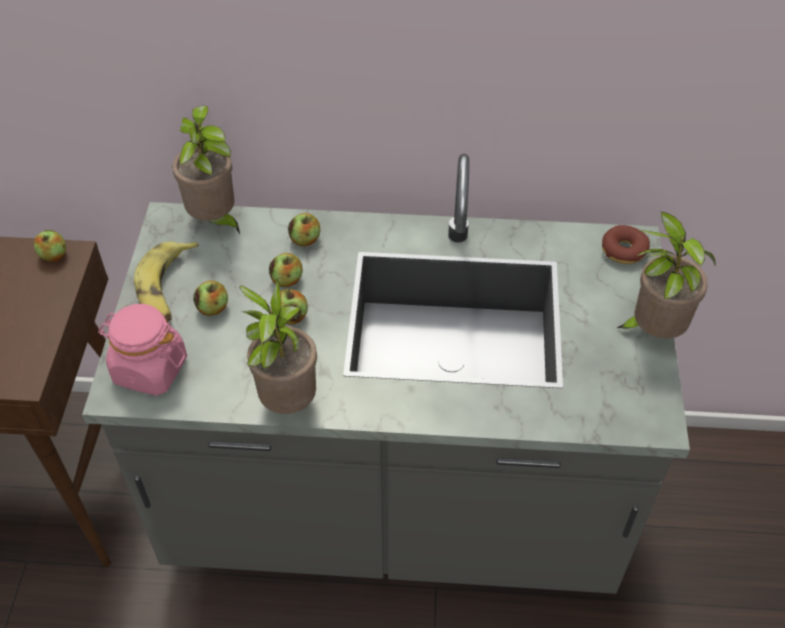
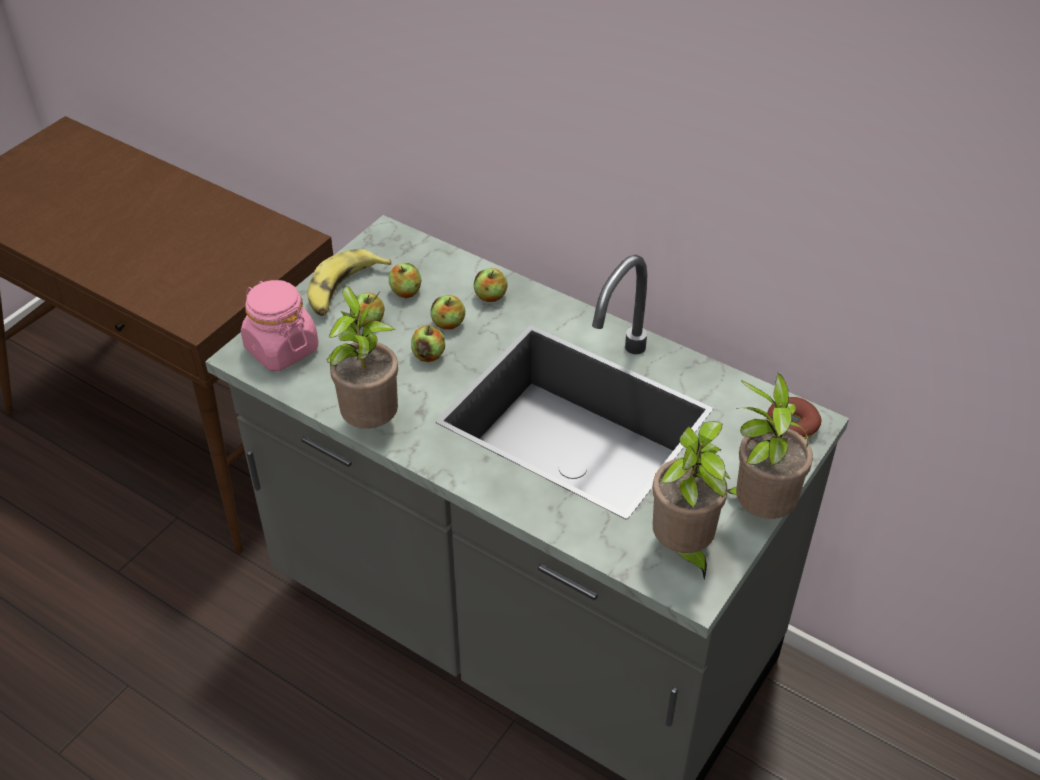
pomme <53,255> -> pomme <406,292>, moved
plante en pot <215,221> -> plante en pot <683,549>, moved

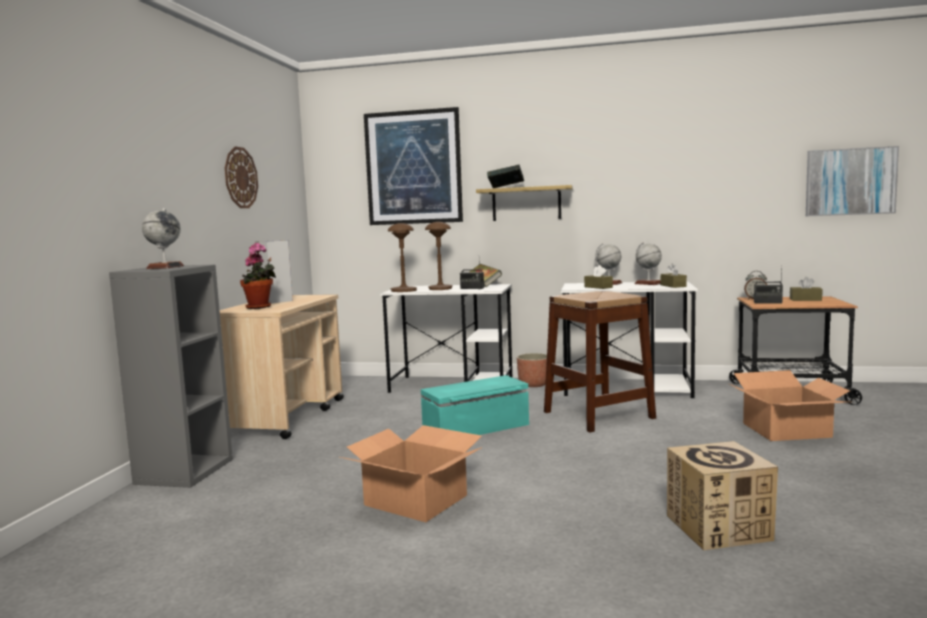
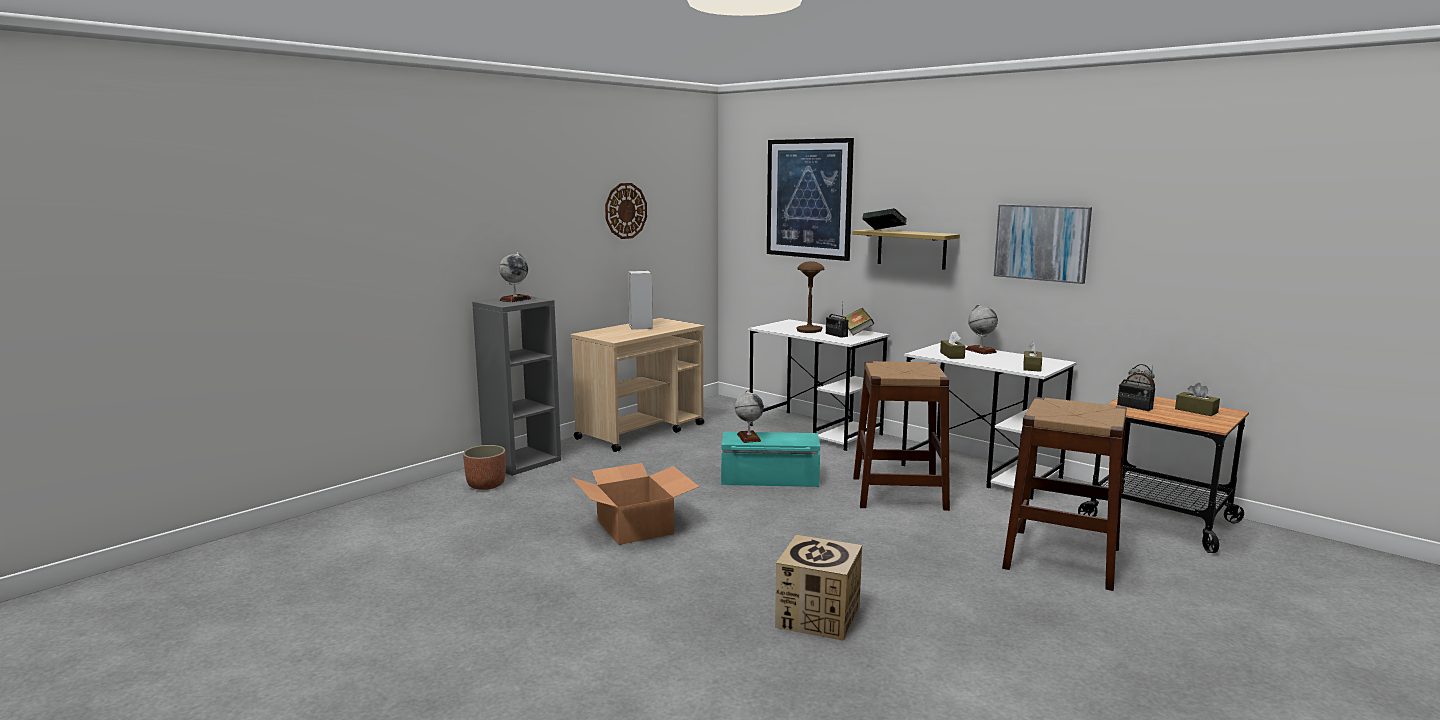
plante en pot <260,307> -> none
lampe de table/marron <403,290> -> none
cache-pot <533,384> -> cache-pot <486,485>, moved
globe <648,283> -> globe <748,438>, moved
carton <787,430> -> tabouret/marron <1062,558>
tableau <850,182> -> tableau <1041,242>, moved

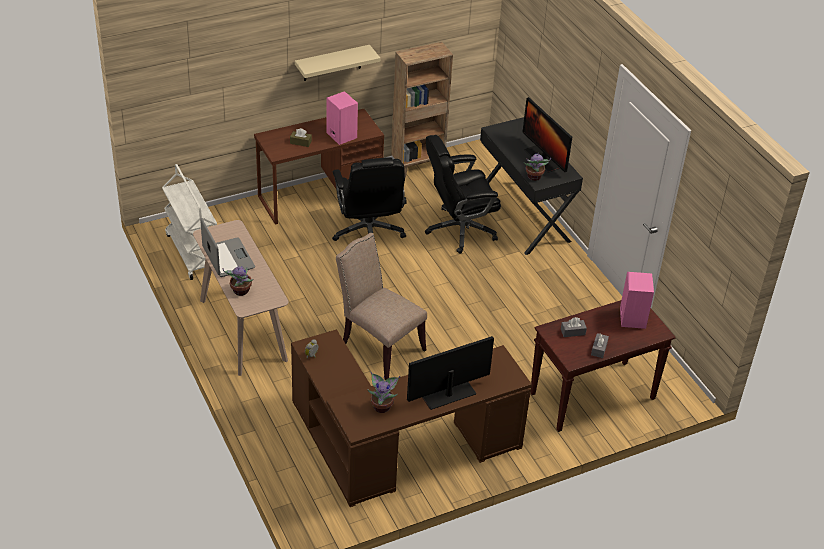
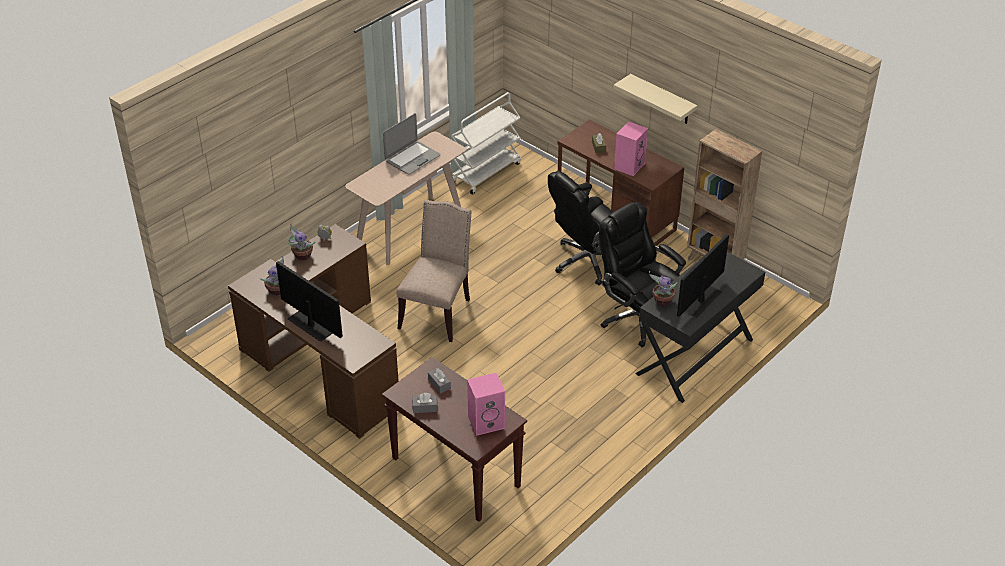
plante en pot <240,291> -> plante en pot <301,256>, moved

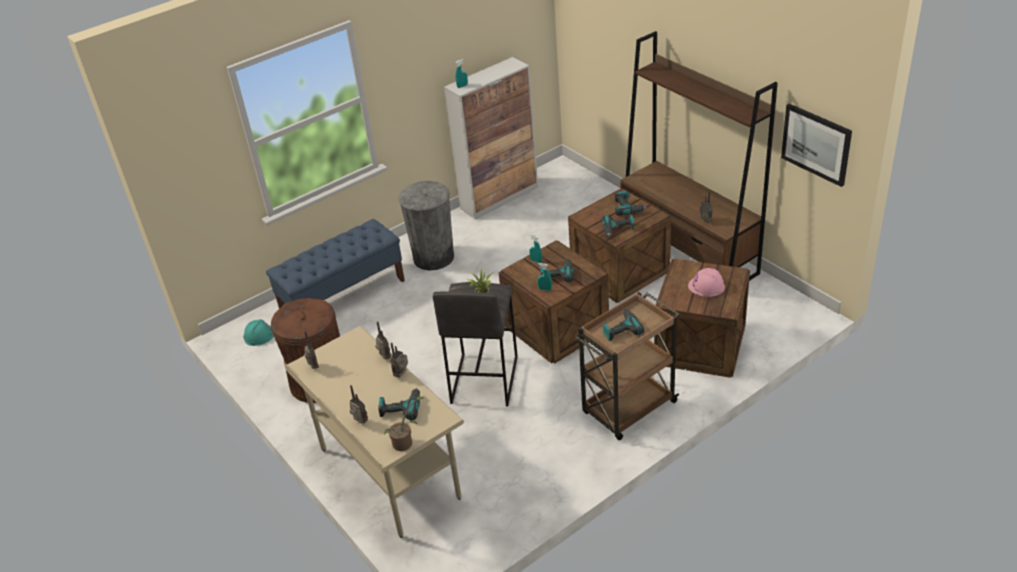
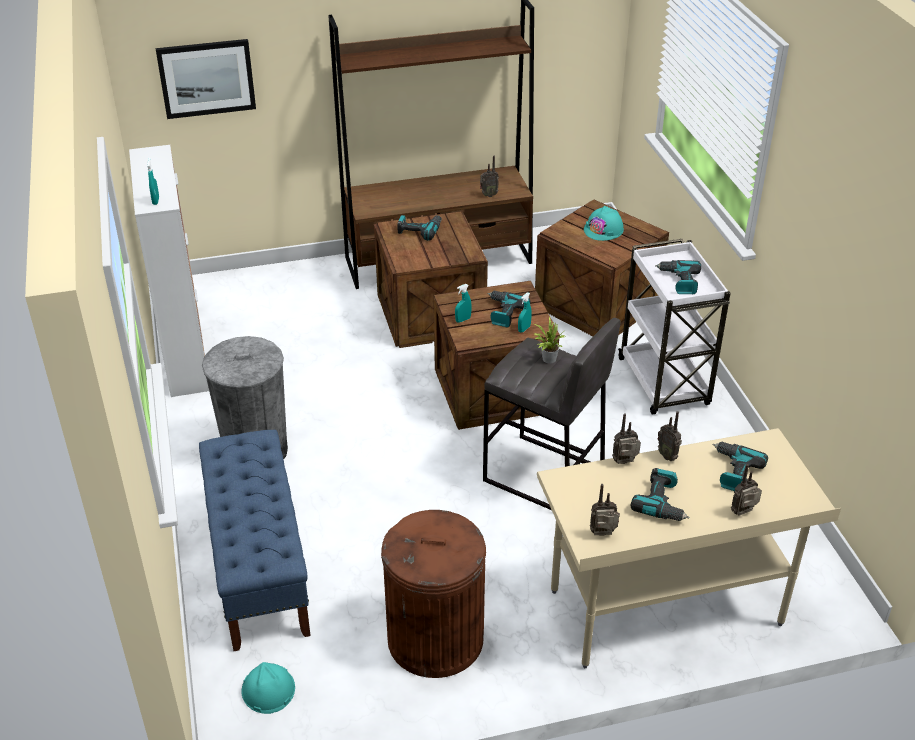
plante en pot <405,442> -> none
chariot/marron <628,409> -> chariot/blanc <664,383>
perceuse <618,230> -> perceuse <662,503>, moved
casque de chantier/rose <706,286> -> casque de chantier/turquoise <603,229>
tableau <816,144> -> tableau <206,78>, moved

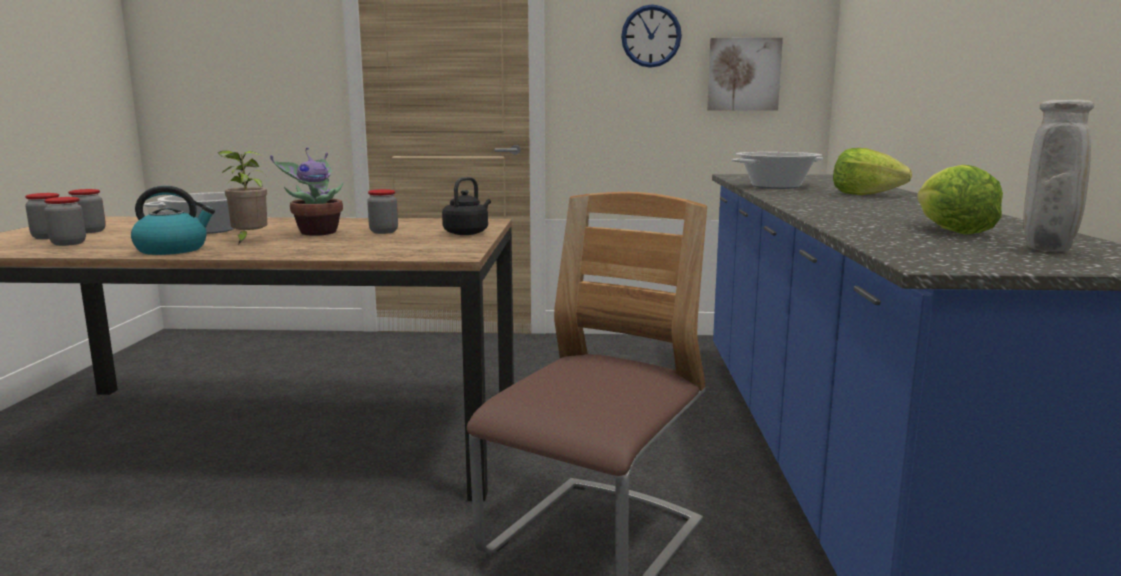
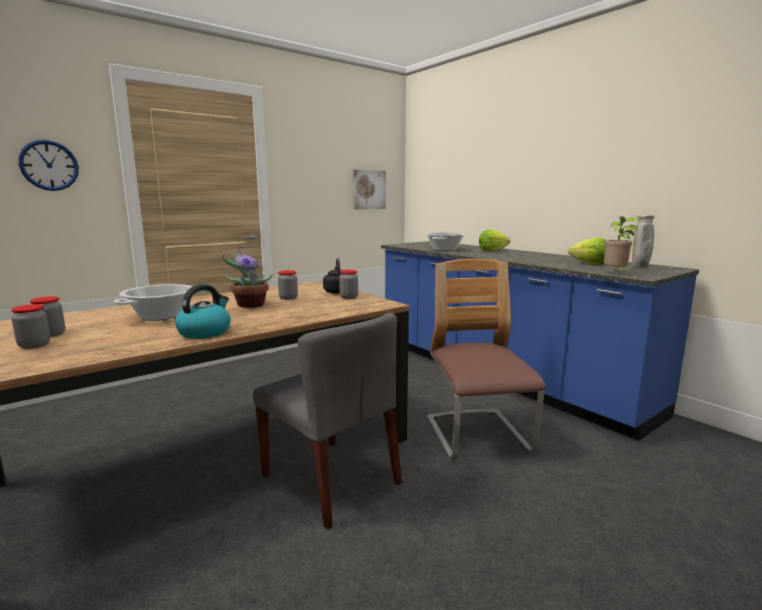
bocal <68,243> -> bocal <348,297>, moved
plante en pot <249,241> -> plante en pot <616,273>, moved
horloge murale <651,36> -> horloge murale <49,165>, moved
none -> chaise/gris <332,479>

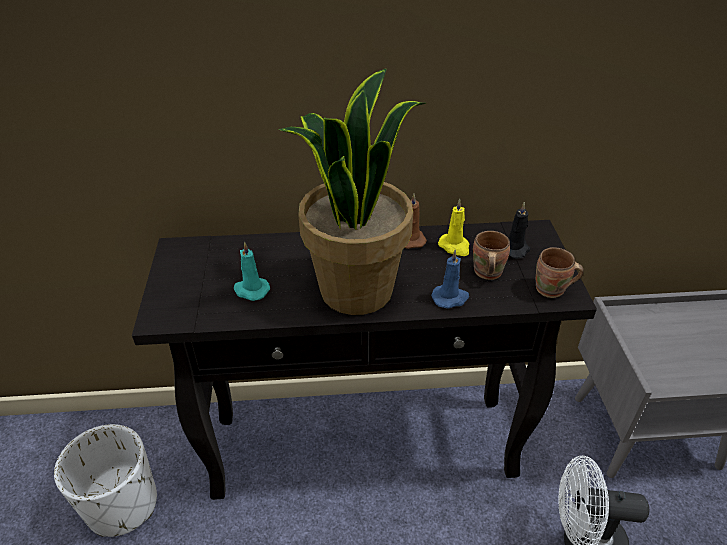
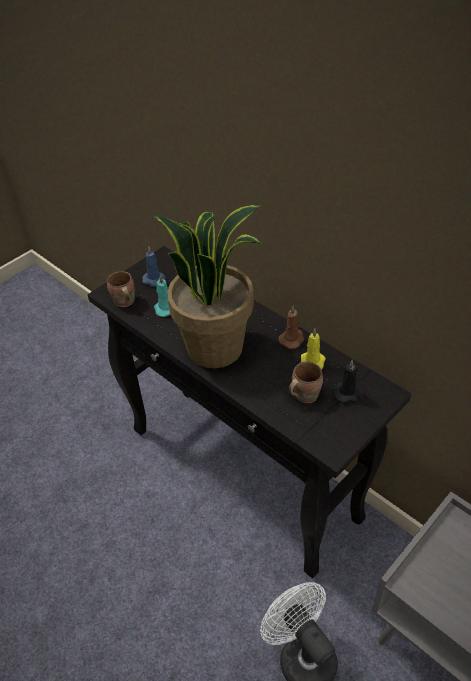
cache-pot/blanc <122,504> -> none
bougie/bleu <450,298> -> bougie/bleu <155,280>, moved
mug/marron <551,290> -> mug/marron <123,302>, moved

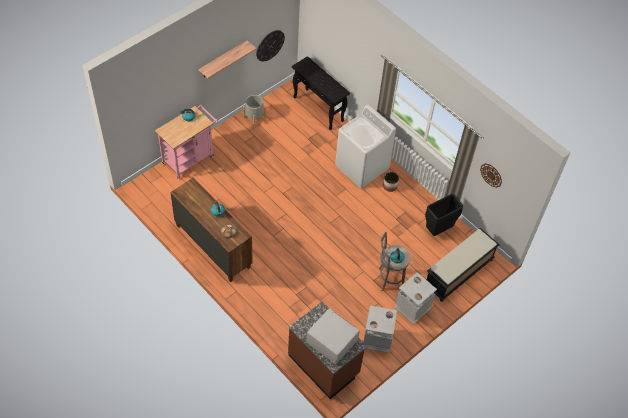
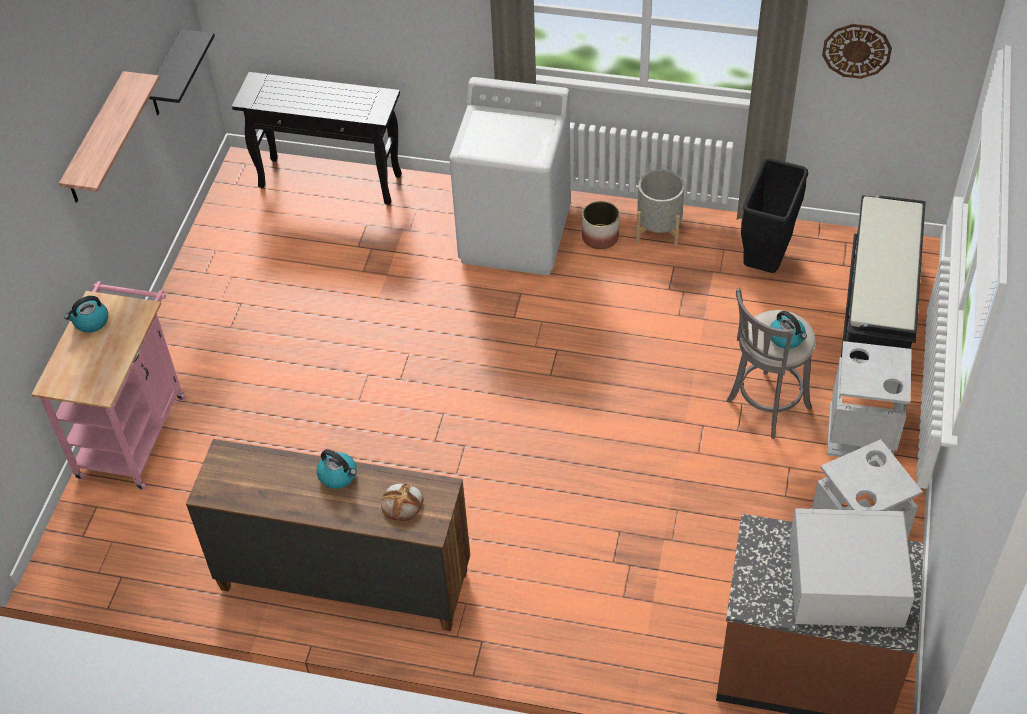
cache-pot/gris <254,117> -> cache-pot/gris <658,229>, moved
horloge murale <270,45> -> étagère/noir <166,76>

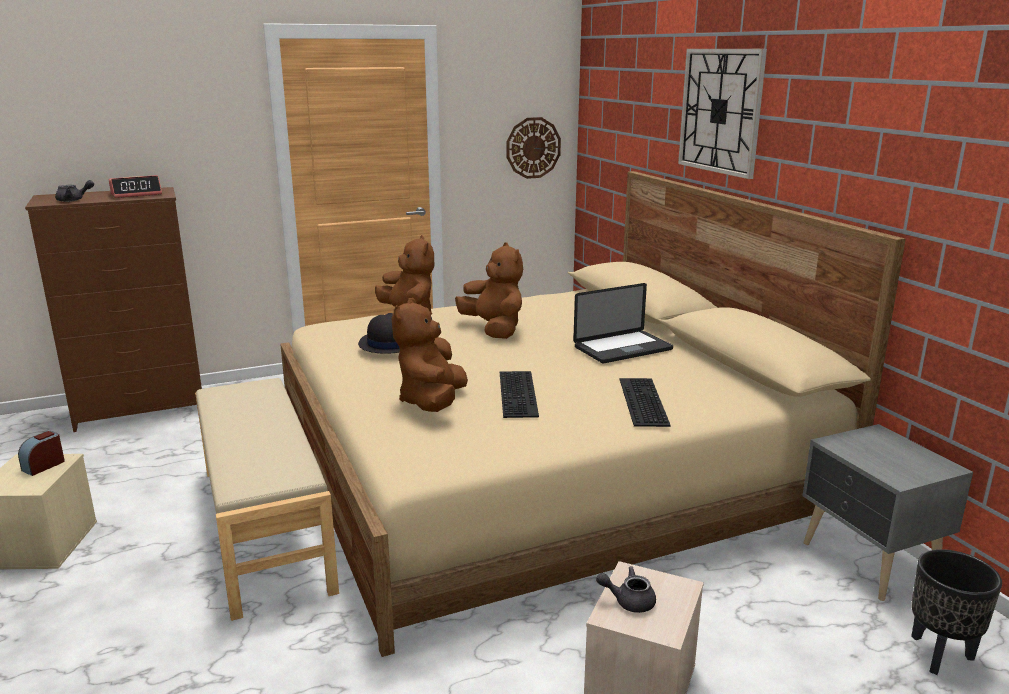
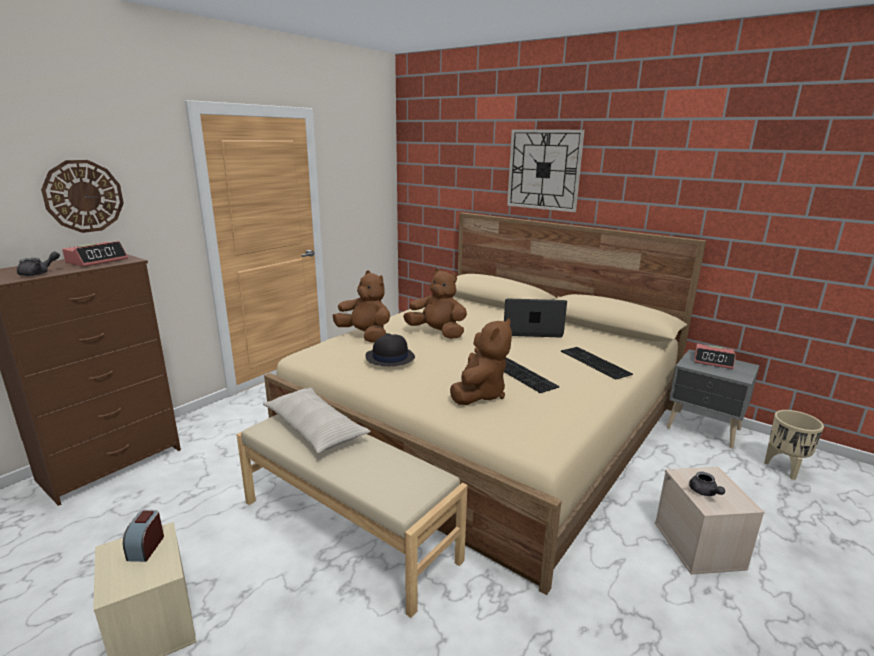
peluche/marron <432,402> -> peluche/marron <479,394>, 135 degrees counterclockwise
horloge murale <533,148> -> horloge murale <84,196>, moved
ordinateur portable <623,348> -> ordinateur portable <531,331>, 120 degrees counterclockwise
théière/gris <628,601> -> théière/gris <704,492>, 75 degrees counterclockwise
cache-pot/noir <940,655> -> cache-pot/beige <784,469>
none -> coussin/beige <315,429>
none -> réveil <713,361>

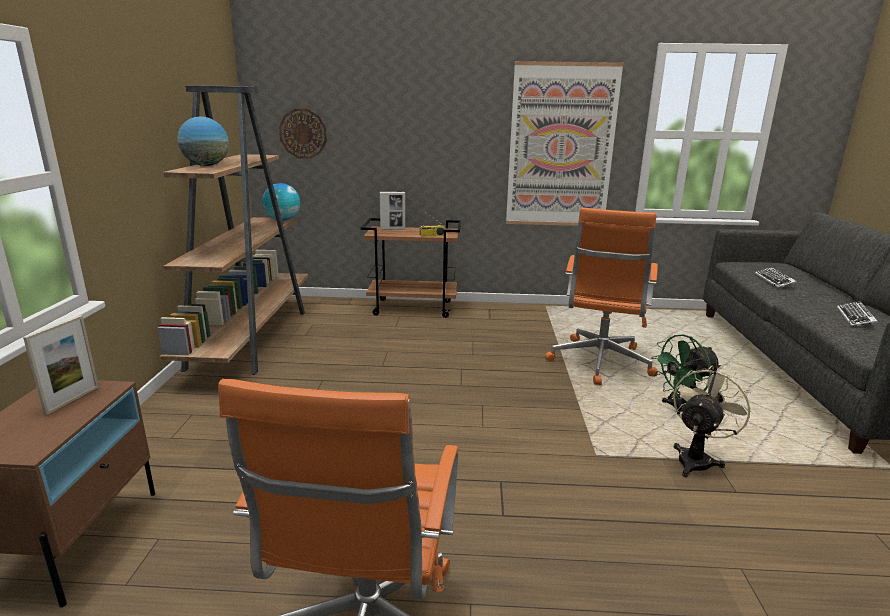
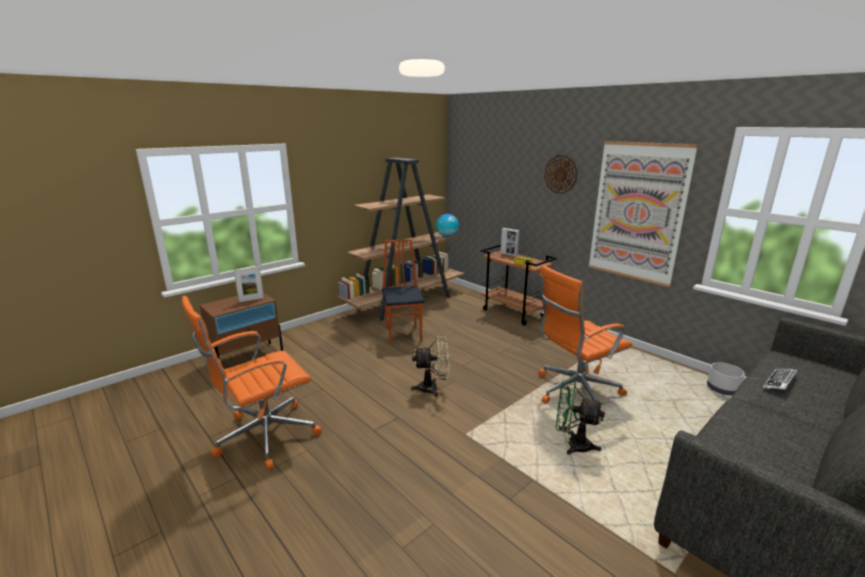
globe <206,165> -> none
horloge murale <303,133> -> horloge murale <560,174>, moved
ventilateur/beige <697,459> -> ventilateur/beige <433,388>, moved
clavier <855,318> -> none
none -> chaise <404,334>
none -> cache-pot/gris <722,389>

